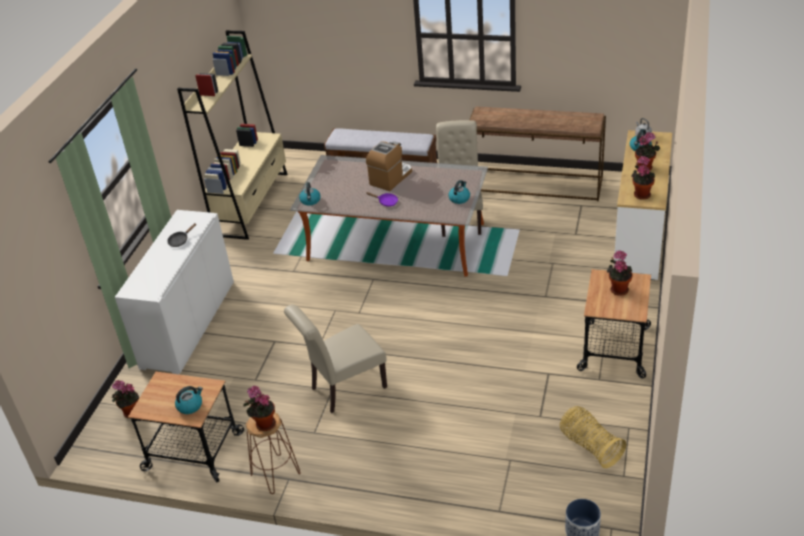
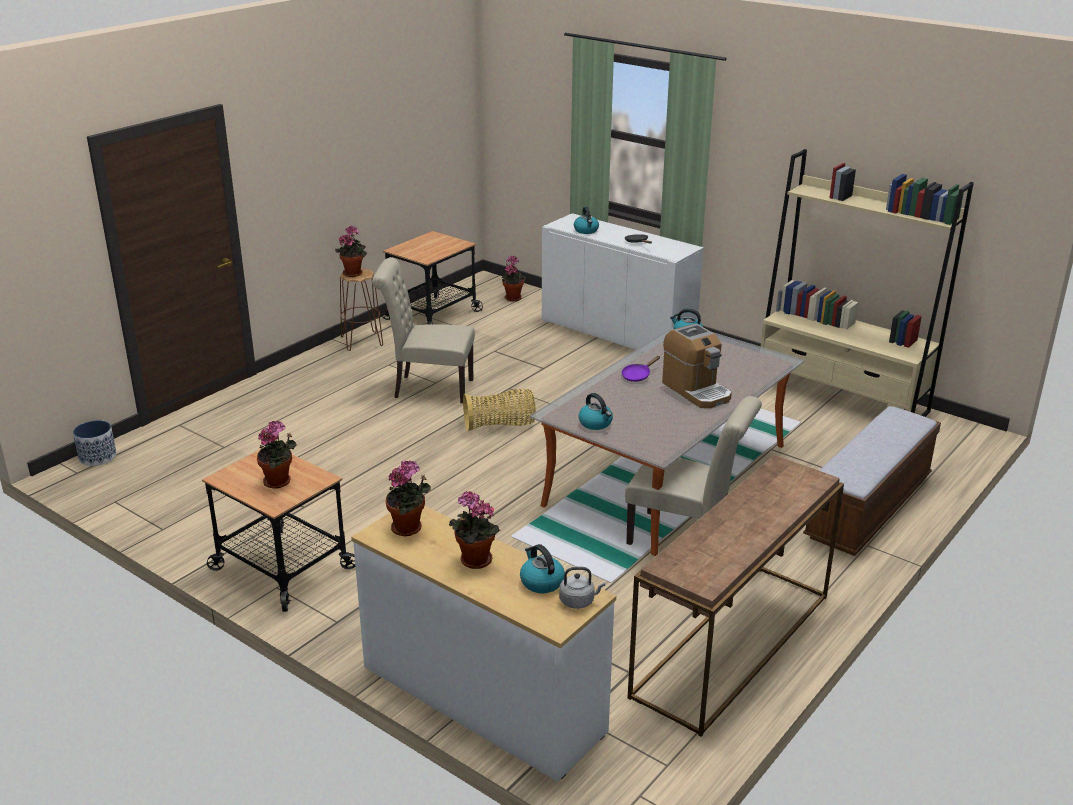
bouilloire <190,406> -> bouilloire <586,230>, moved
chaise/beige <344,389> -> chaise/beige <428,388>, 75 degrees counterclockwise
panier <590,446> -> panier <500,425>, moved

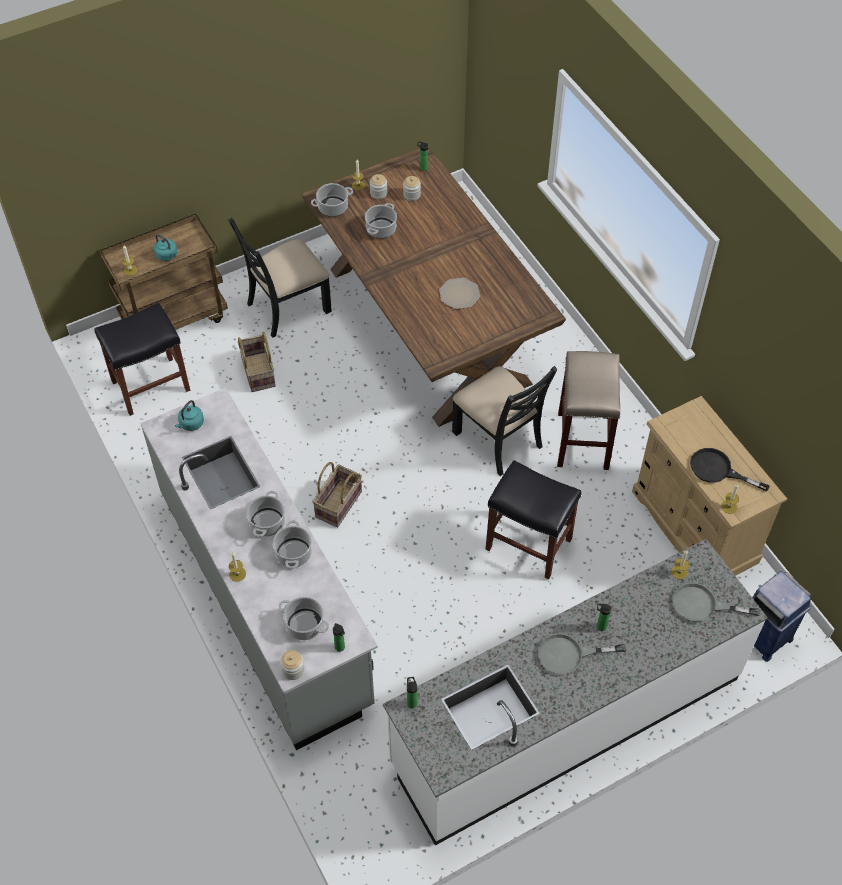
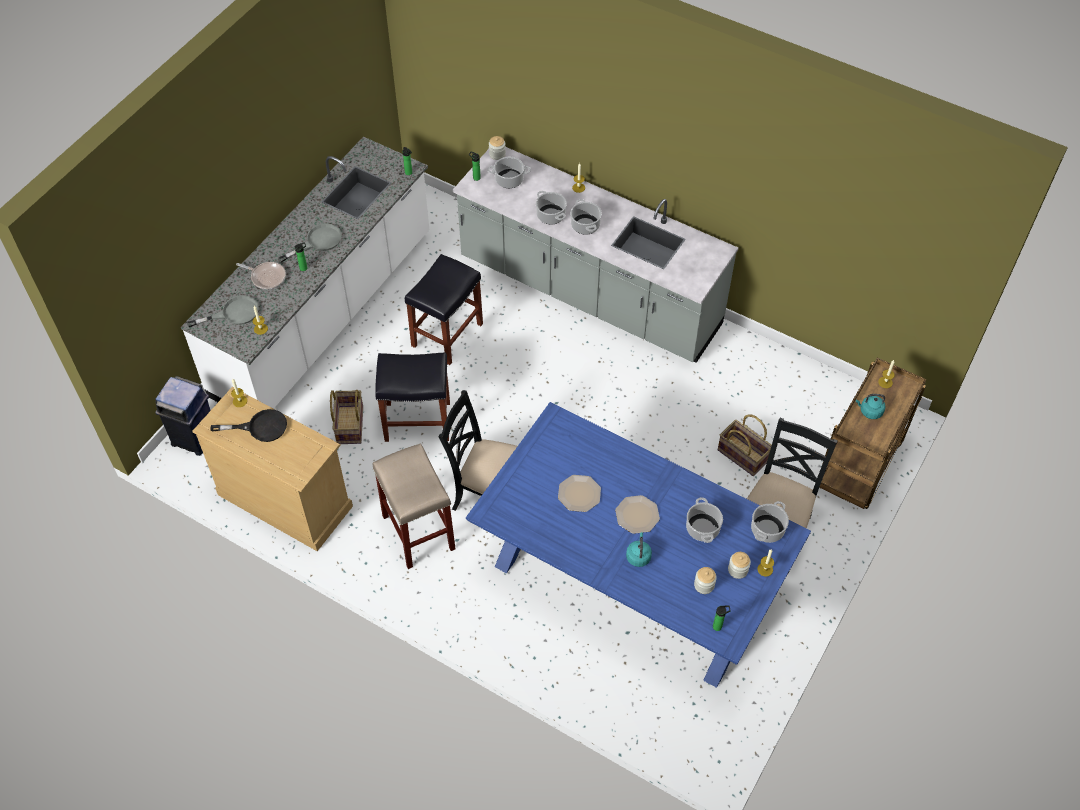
tabouret/noir <150,386> -> tabouret/noir <447,334>, moved
bouilloire/turquoise <191,424> -> bouilloire/turquoise <638,556>, moved
table à manger/marron <427,324> -> table à manger/bleu <632,580>
panier <339,504> -> panier <349,425>, moved
none -> poêle <266,277>
none -> assiette <637,514>

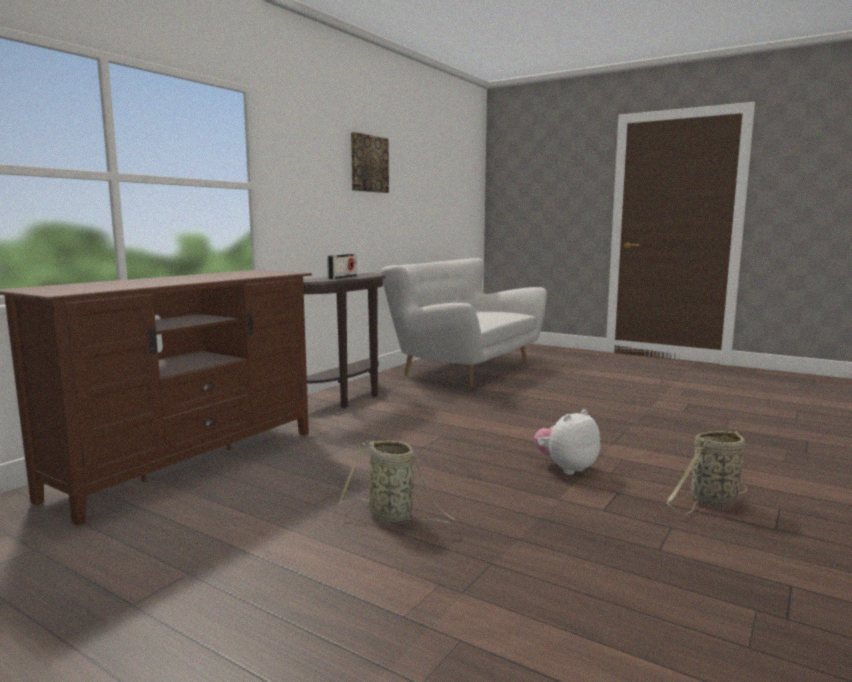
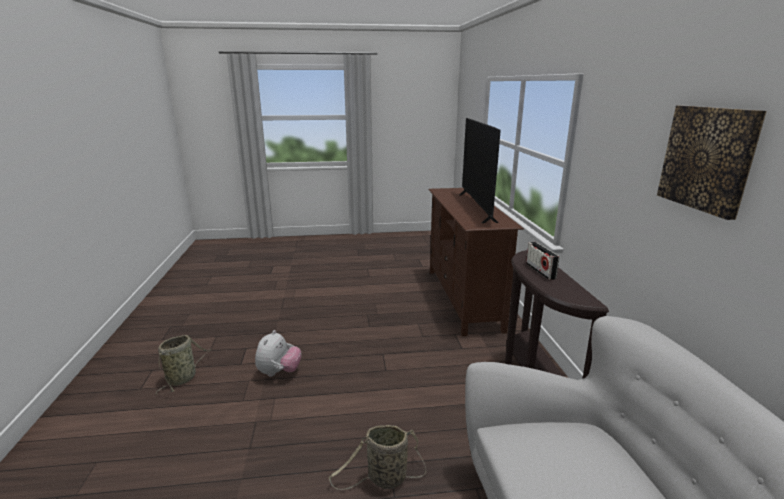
panier <394,516> -> panier <384,479>, moved
none -> téléviseur <476,207>

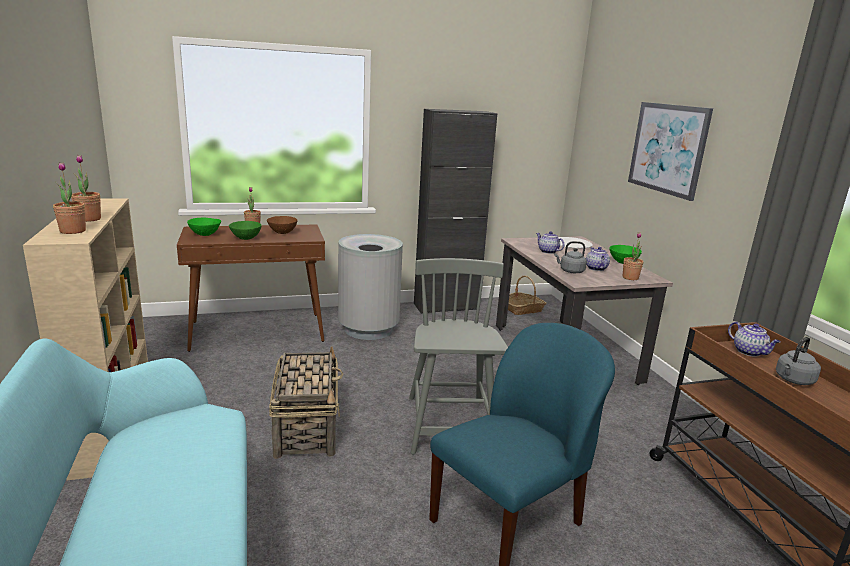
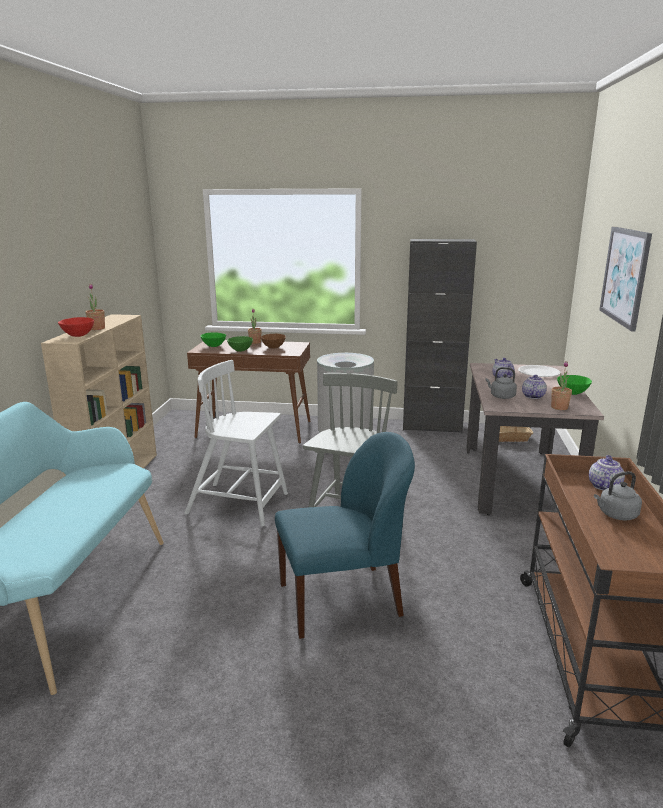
plante en pot <73,231> -> bol/rouge <78,336>
panier <307,428> -> chaise/blanc <239,504>
théière <749,352> -> théière <604,486>, 150 degrees counterclockwise

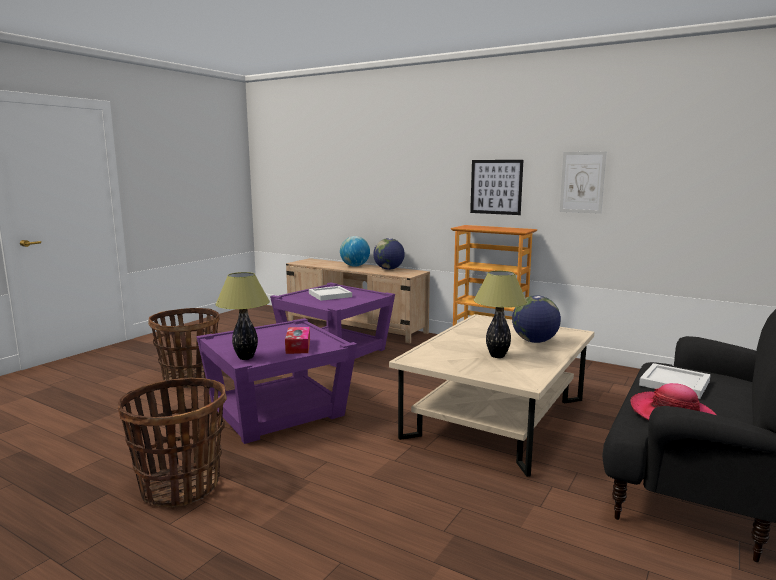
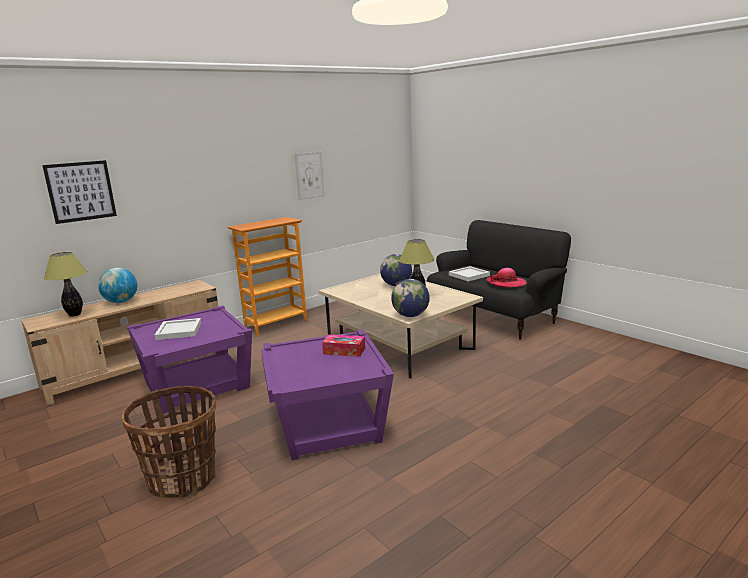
panier <181,487> -> none
lampe de table <246,358> -> lampe de table <75,314>, moved
globe <389,269> -> globe <410,315>, moved
tableau <496,187> -> tableau <81,191>, moved

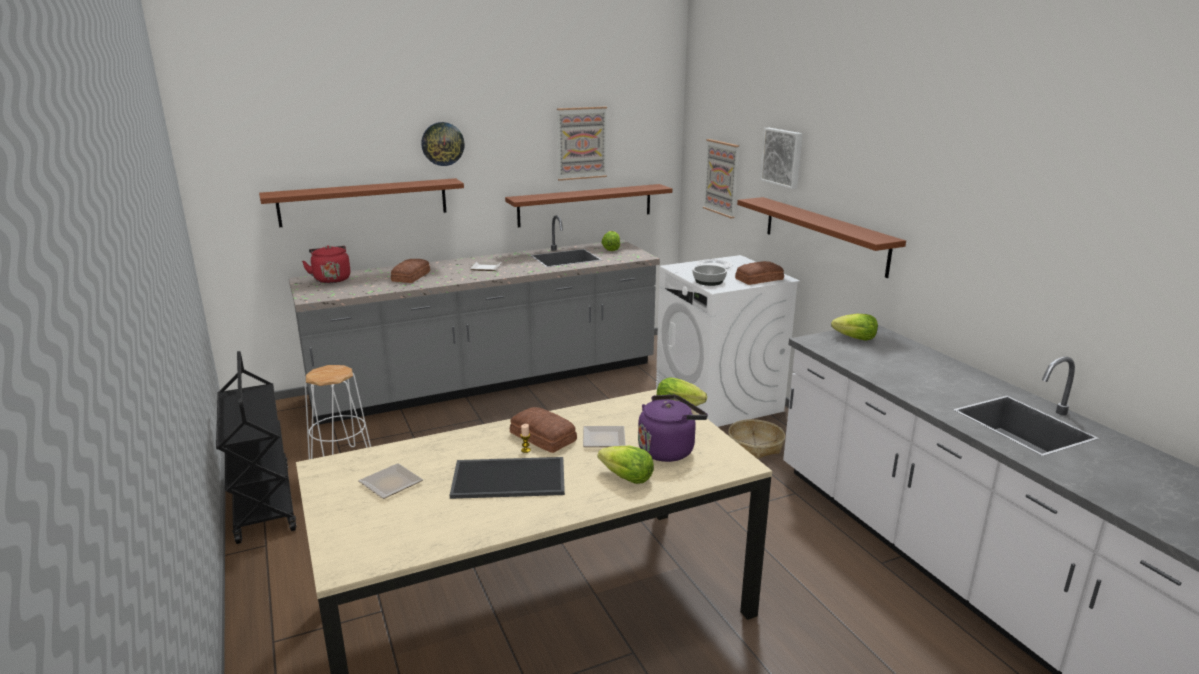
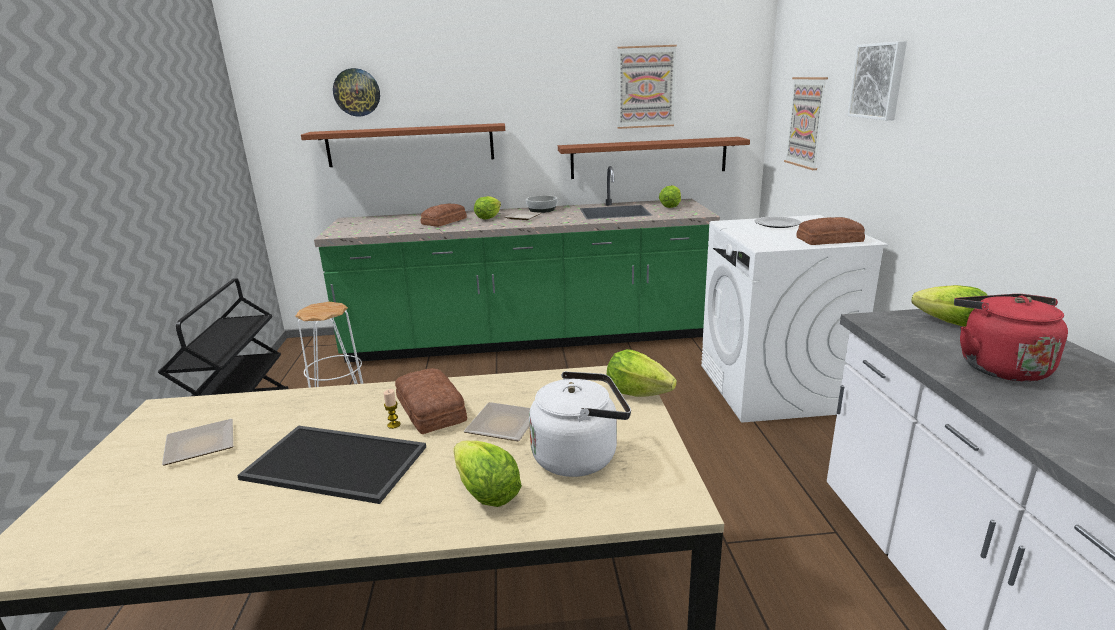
comptoir de cuisine/gris <488,382> -> comptoir de cuisine/vert <527,339>
bouilloire/rouge <331,279> -> bouilloire/rouge <998,366>, moved
horloge murale <442,144> -> horloge murale <357,92>, moved
bouilloire/violet <668,450> -> bouilloire/blanc <580,456>
bol <708,281> -> bol <541,210>, moved
panier <755,446> -> none
étagère/marron <824,235> -> none
none -> laitue <488,218>

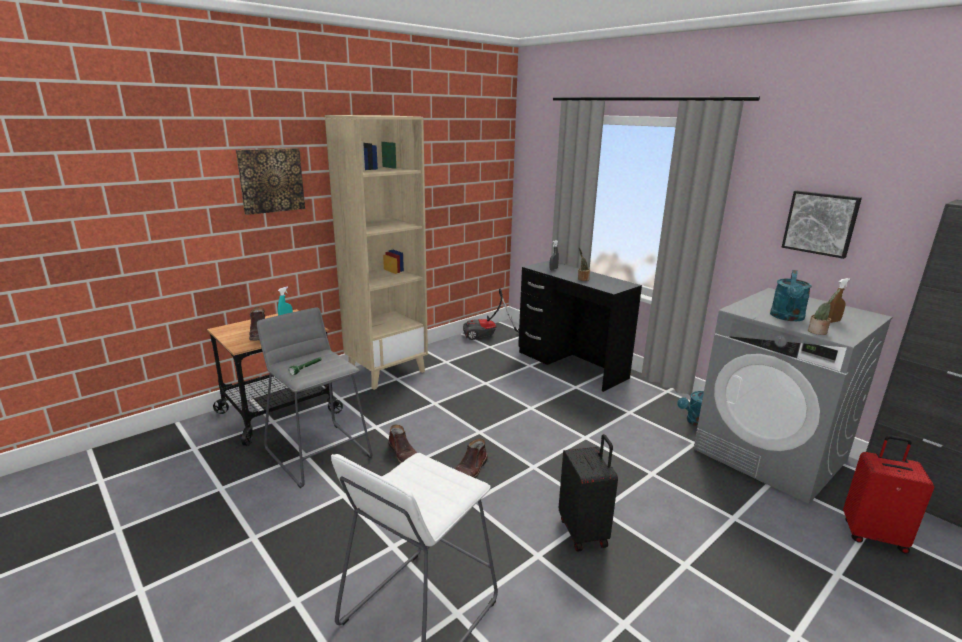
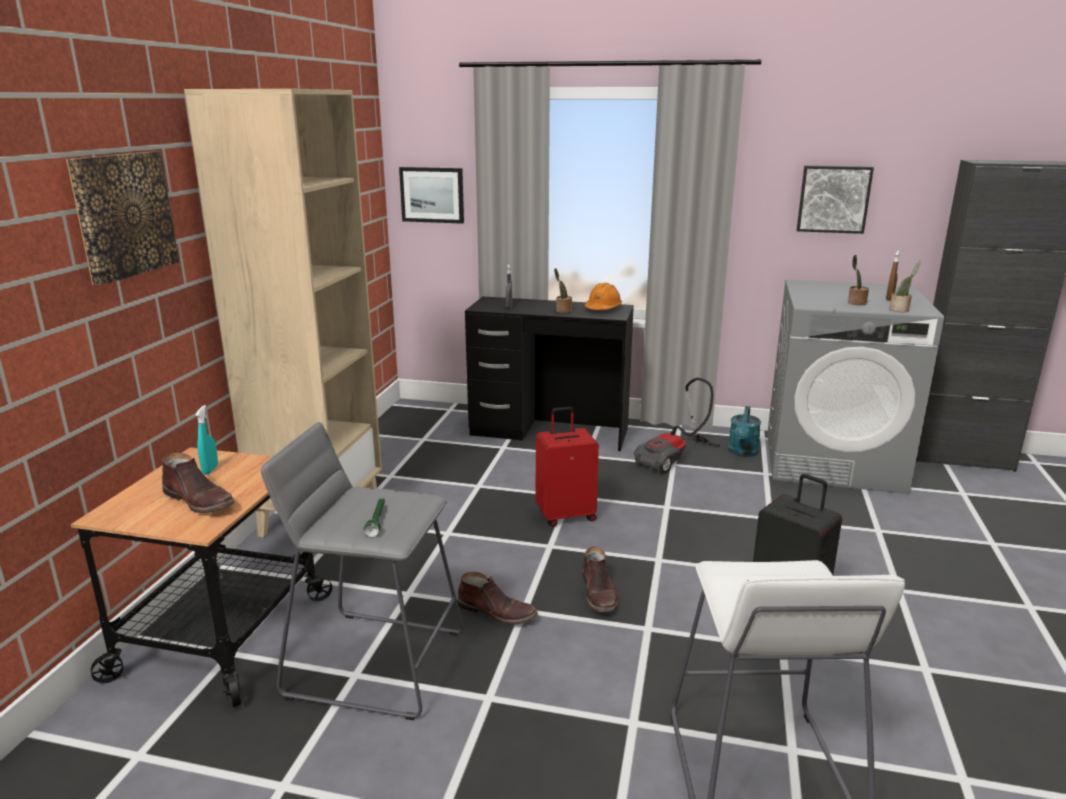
aspirateur <489,336> -> aspirateur <674,460>, moved
arrosoir/turquoise <787,317> -> plante en pot <855,303>
valise/rouge <873,535> -> valise/rouge <565,515>, moved
none -> tableau <432,195>
none -> casque de chantier/orange <603,308>

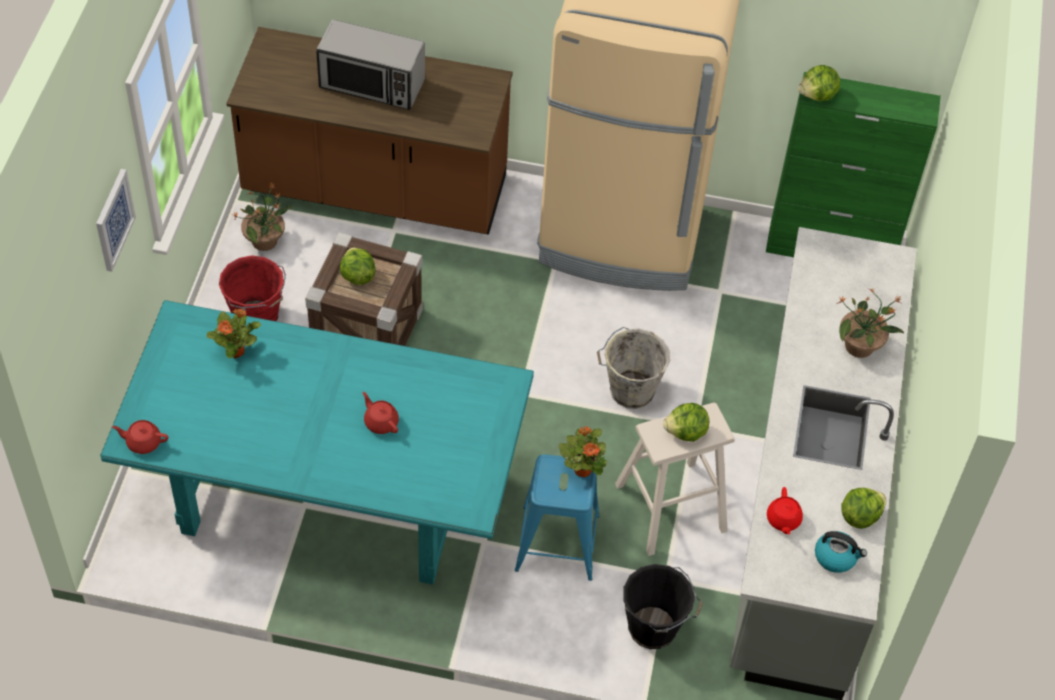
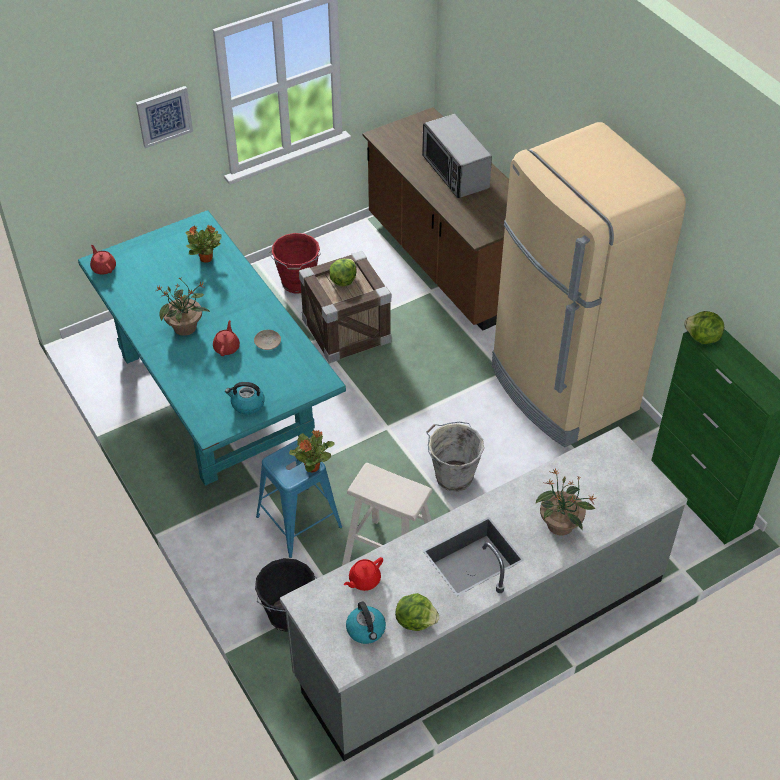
plante en pot <265,240> -> plante en pot <185,327>, moved
laitue <686,432> -> none
none -> bouilloire <247,404>
none -> assiette/beige <267,342>

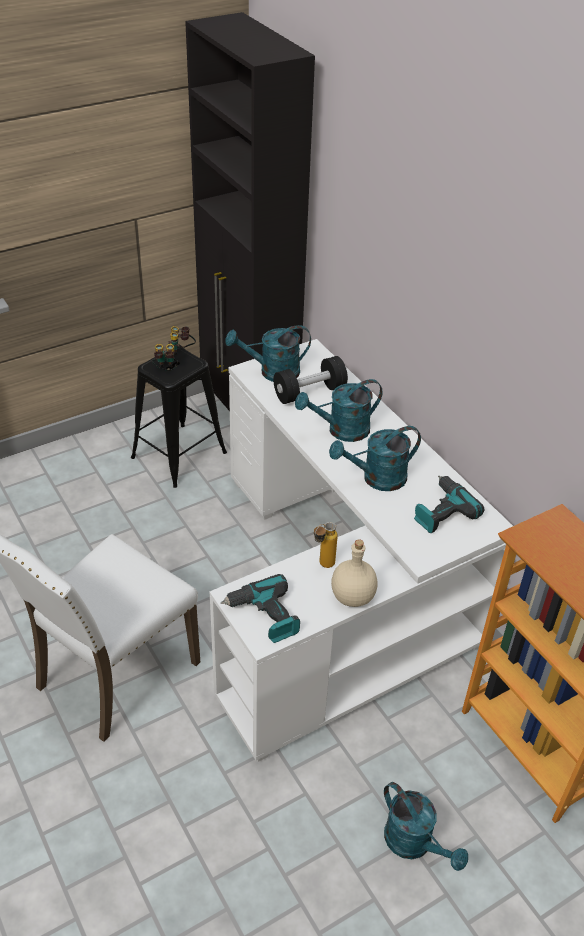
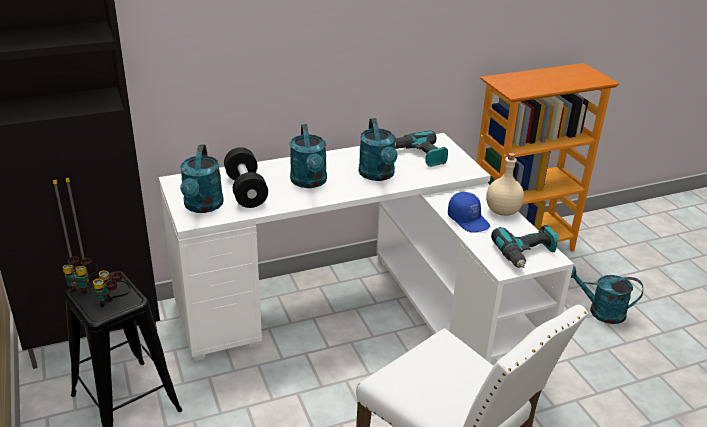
bouteille <322,566> -> casquette/bleu <469,220>
arrosoir/turquoise <414,844> -> arrosoir/turquoise <600,311>, 135 degrees counterclockwise

